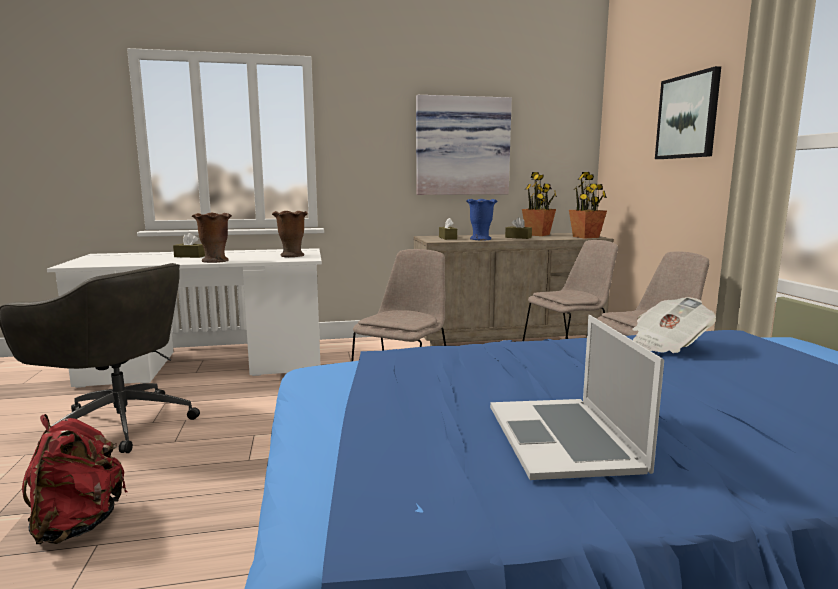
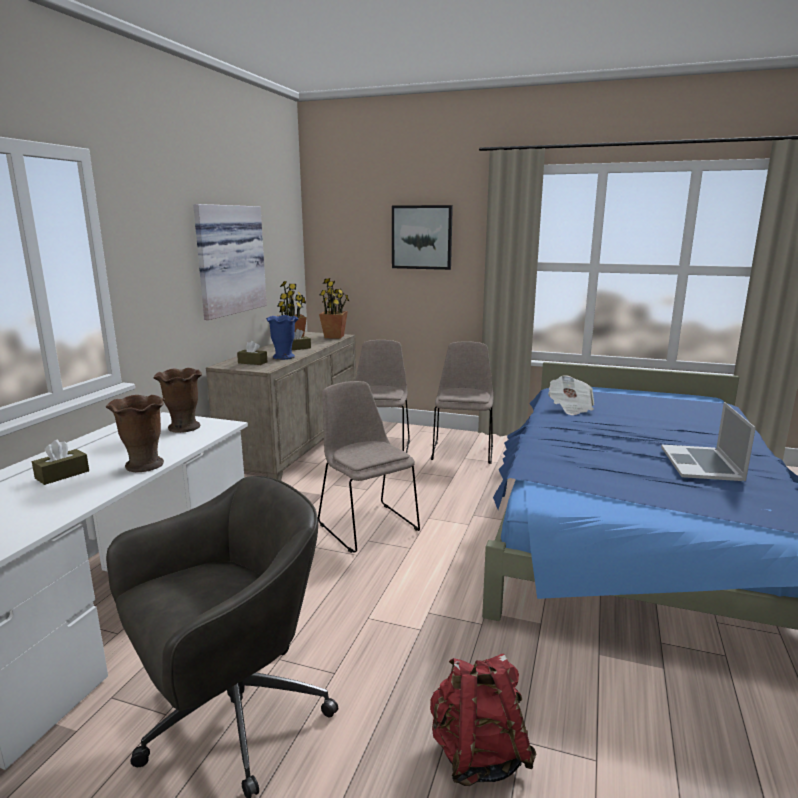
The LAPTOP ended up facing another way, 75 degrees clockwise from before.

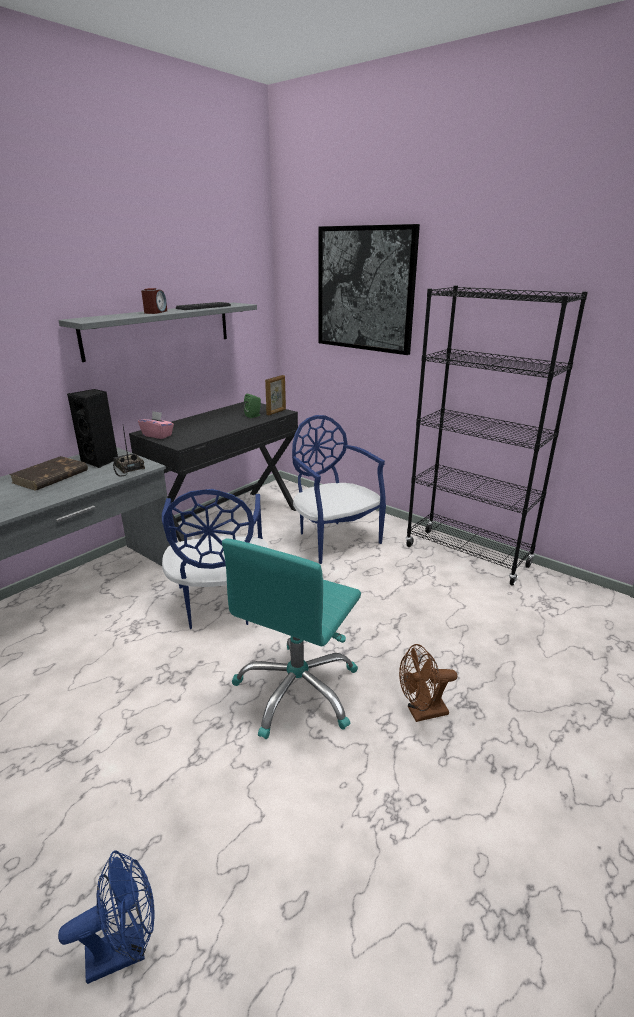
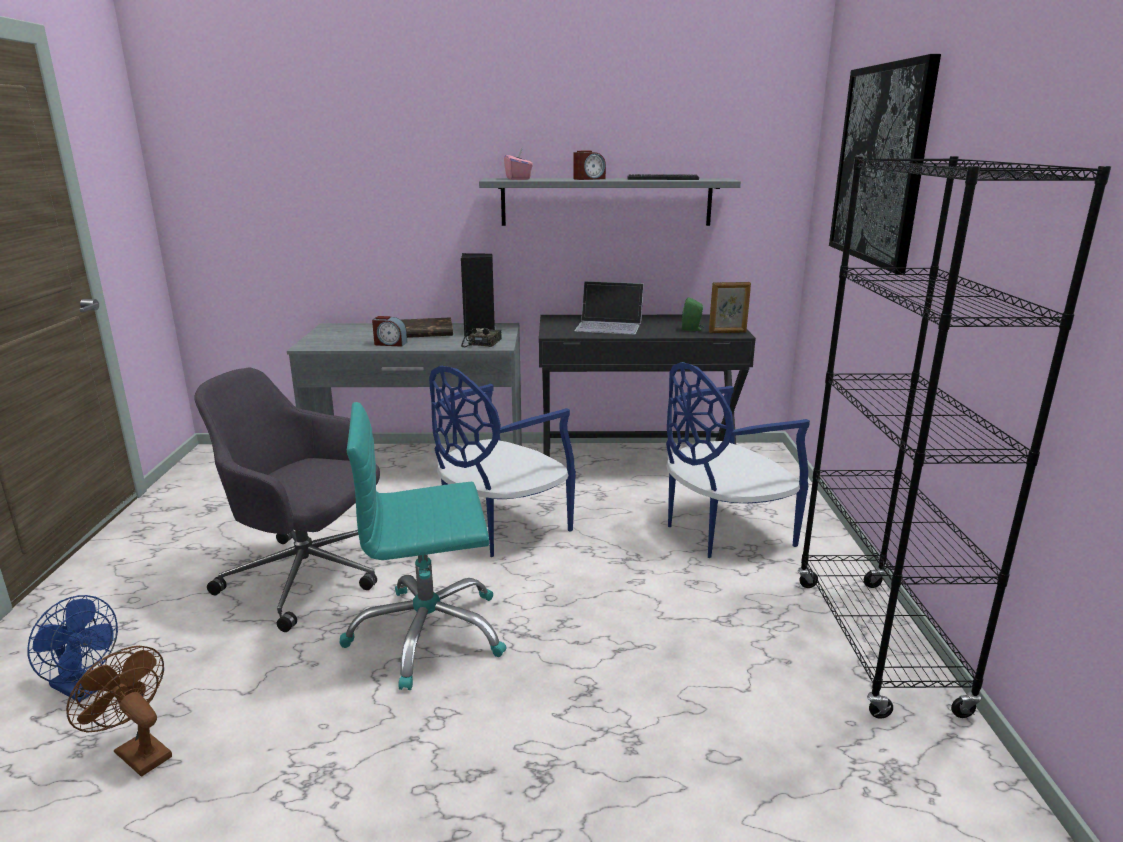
The second view gained the GREY COMPUTER CHAIR. The second view gained the TABLE CLOCK (no. 1 from left). The second view gained the LAPTOP. The PINK-COLOURED TISSUE HOLDER ended up elsewhere. The BROWNISH FAN ended up elsewhere. The BLUE PLAIN CHAIR (no. 2 from left) ended up facing another way, 135 degrees counterclockwise from before.

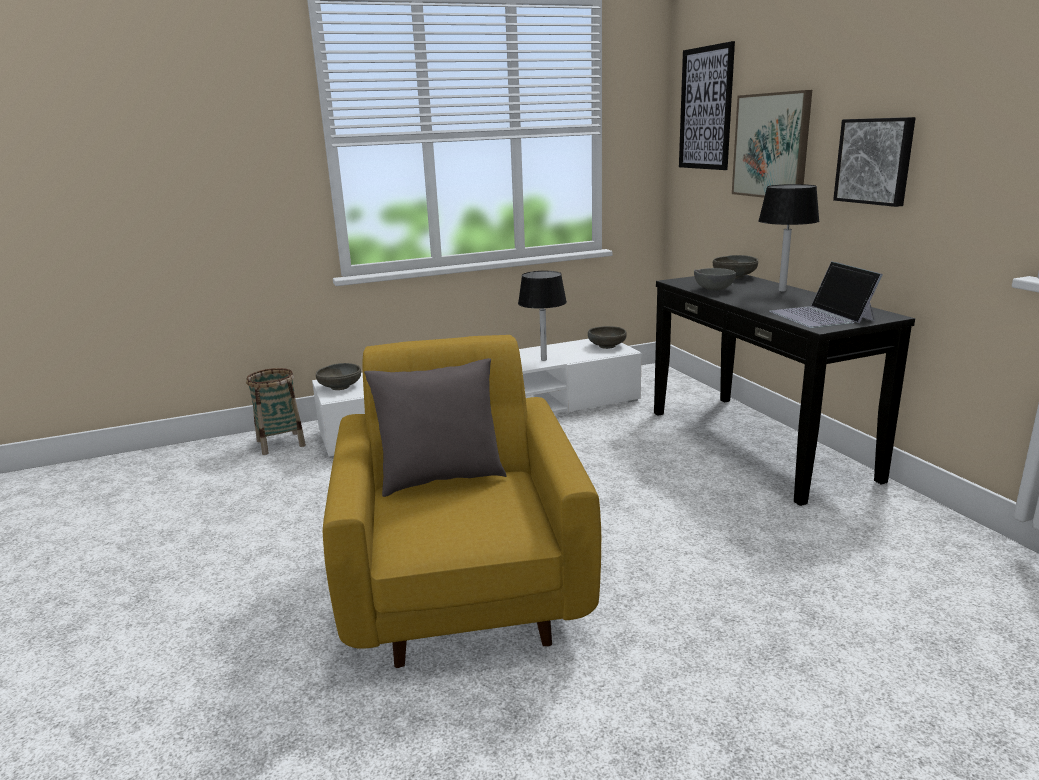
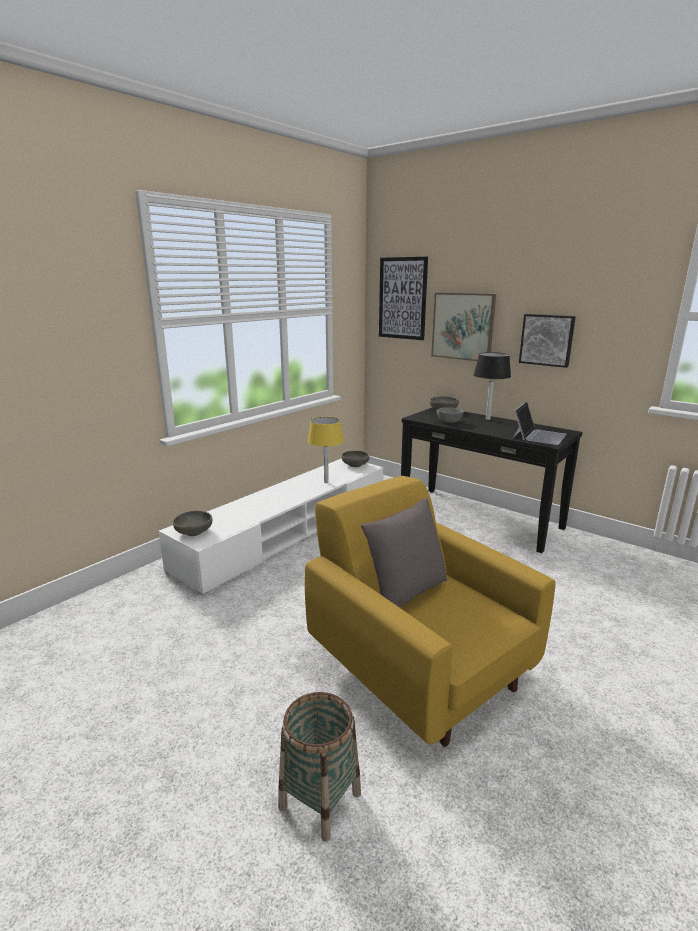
The HOUSEHOLD BASKET ended up elsewhere. What was the BLACK-COLOURED LAMP FOR A TABLE (no. 1 from left) turned into the YELLOW-COLOURED LAMP FOR A TABLE. The LAPTOP ended up facing another way, 105 degrees counterclockwise from before.

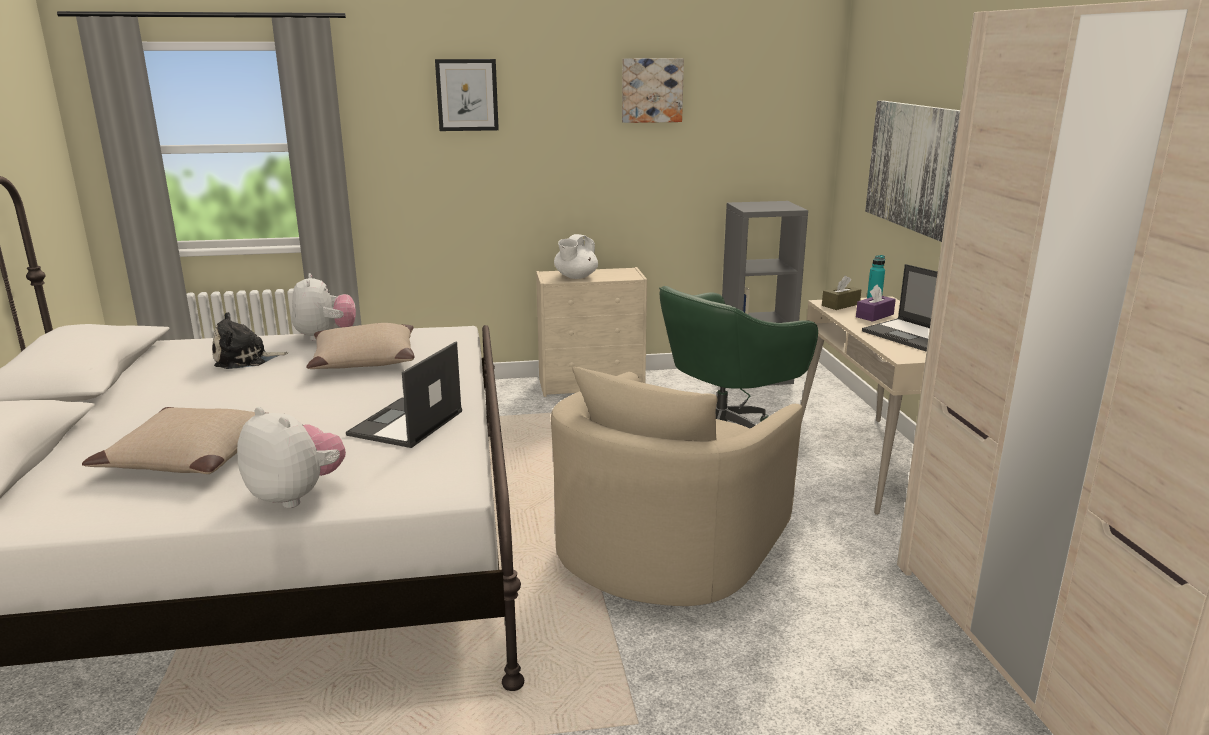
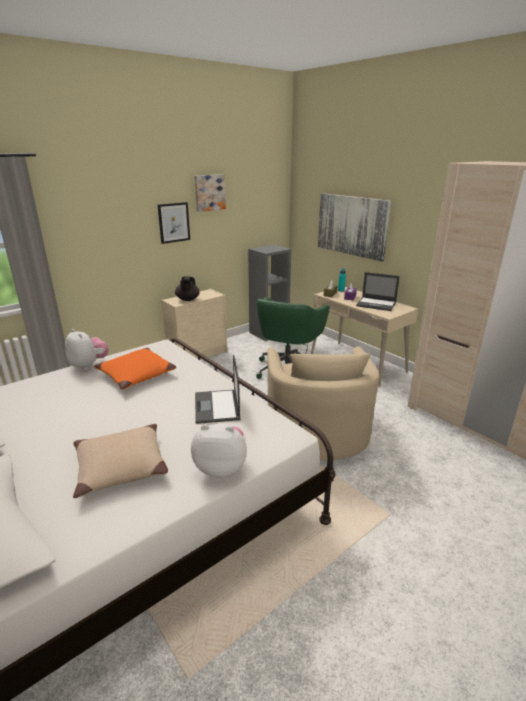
The second view lost the PLUSH TOY (no. 1 from left). The WALL ART (no. 1 from left) ended up elsewhere. What was the SAND-COLOURED THROW PILLOW (no. 2 from left) turned into the ORANGE-COLOURED THROW PILLOW. What was the WHITISH TEA POT turned into the BLACK-COLOURED TEA POT.

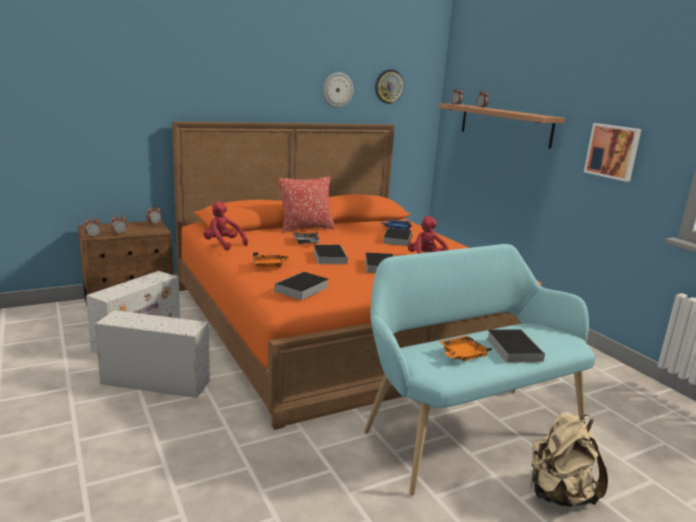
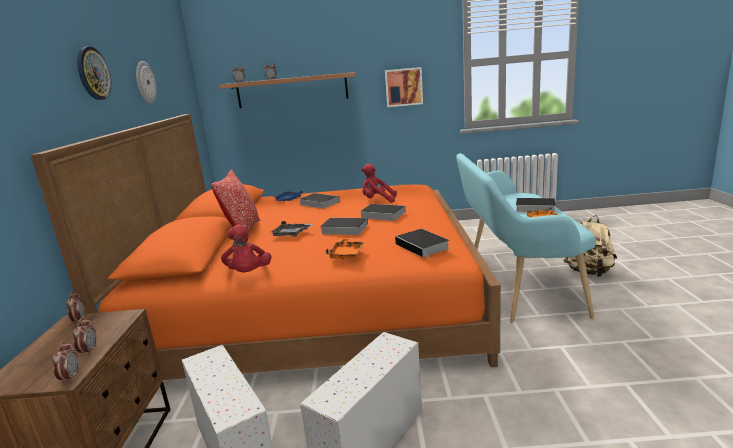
The CLOCK ON THE WALL (no. 2 from left in the first image) ended up elsewhere. The RED-COLOURED PLUSH TOY (no. 1 from left) ended up facing another way, 75 degrees counterclockwise from before.

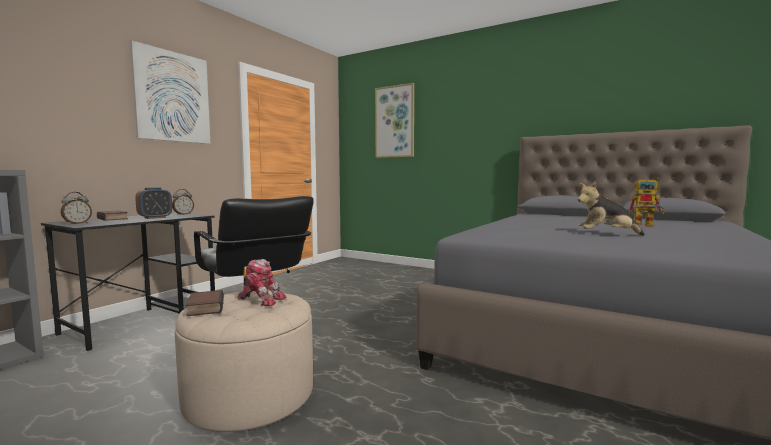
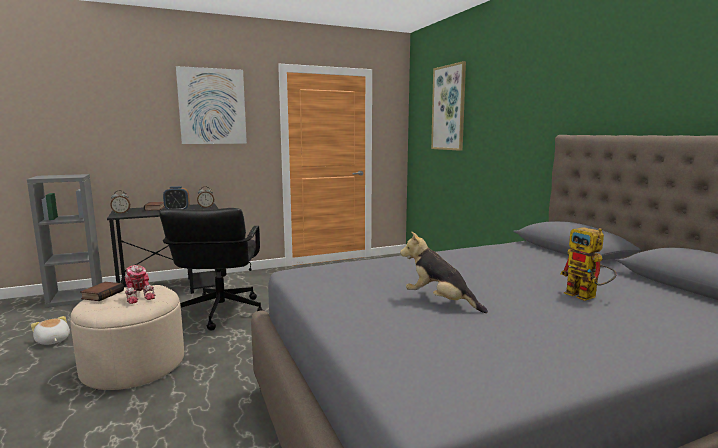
The second view gained the PLUSH TOY (no. 1 from left).

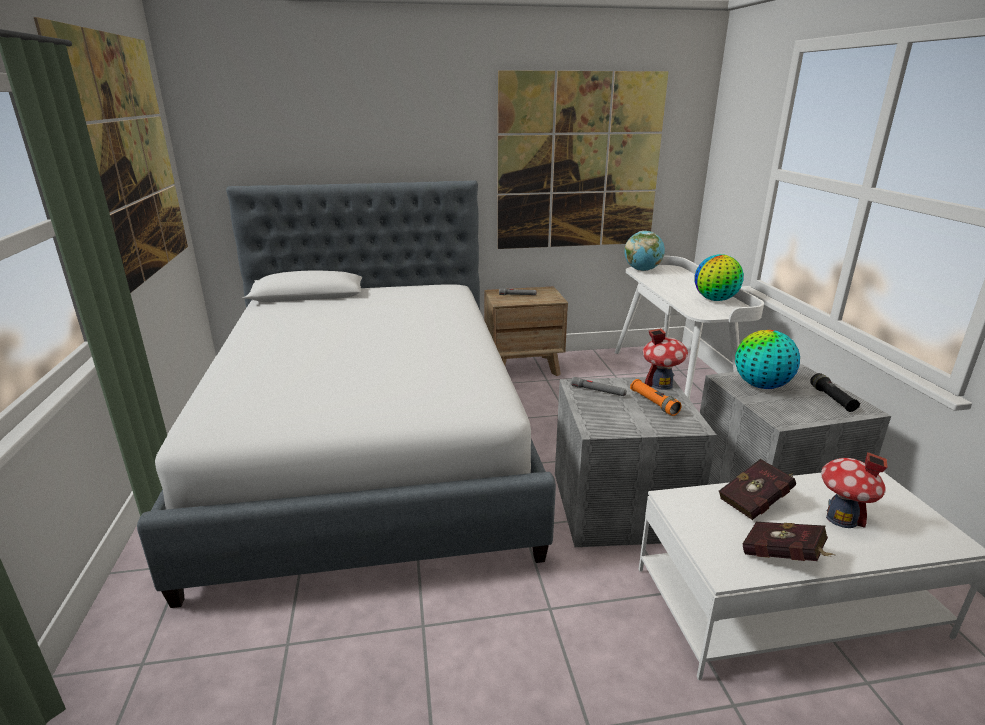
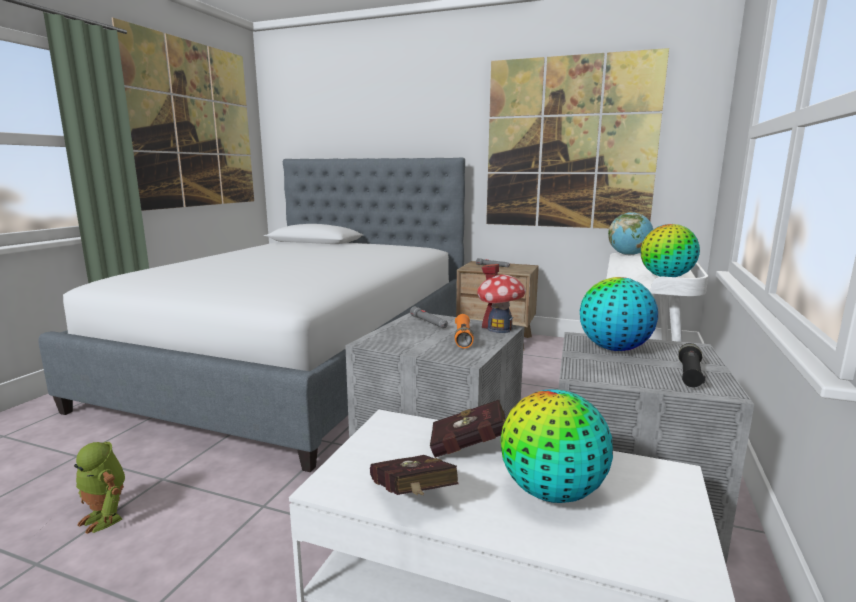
The second view gained the MODEL ROBOT. Where the TOY HOUSE (no. 2 from left) stood, the GLOBE (no. 1 from left) came to stand.

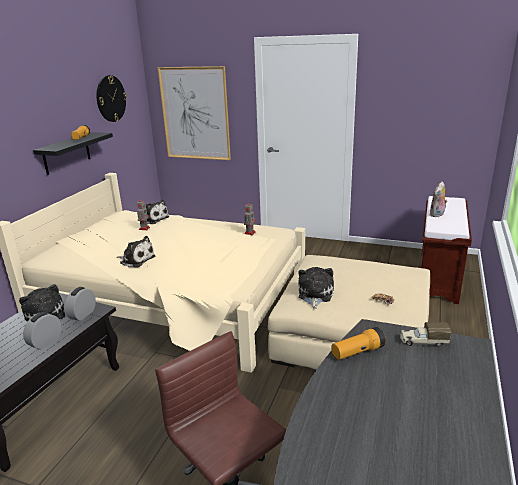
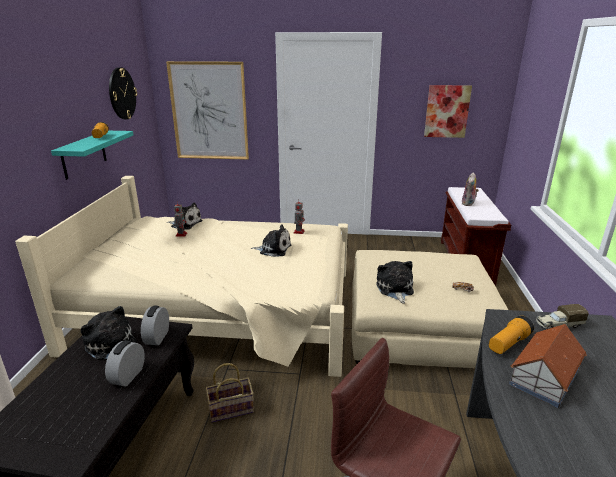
The second view gained the HOUSEHOLD BASKET. The second view gained the WALL ART (no. 2 from left). The second view gained the TOY HOUSE. The PLUSH TOY (no. 2 from left in the first image) ended up elsewhere. What was the BLACK-COLOURED BRACKET SHELF turned into the TURQUOISE-COLOURED BRACKET SHELF.

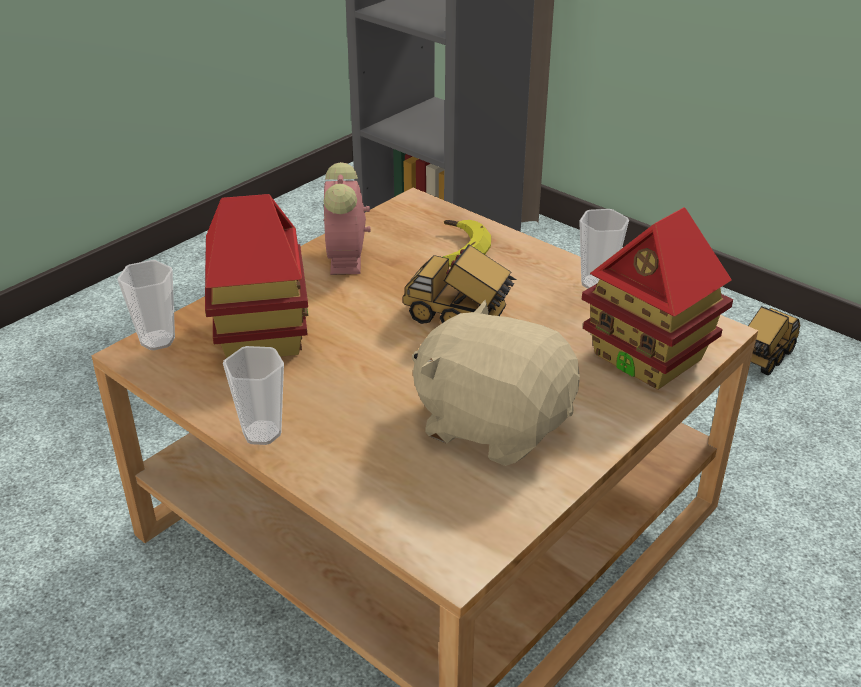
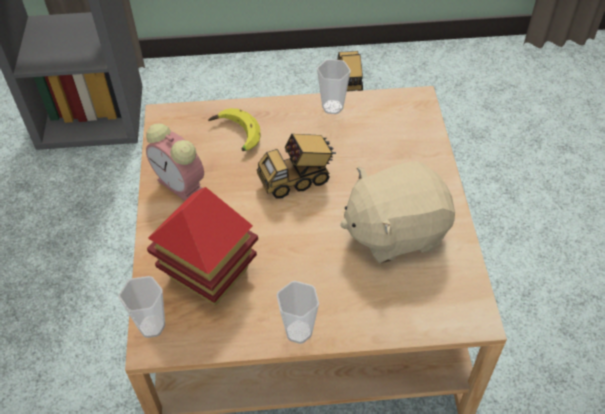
The second view lost the TOY HOUSE (no. 2 from left).

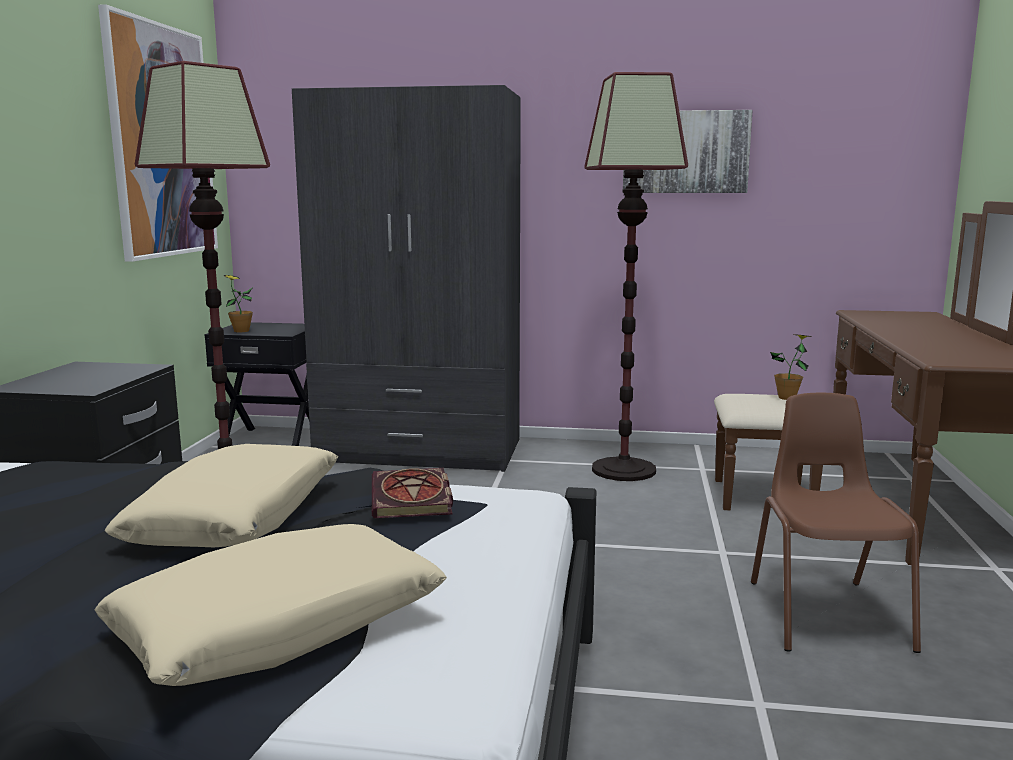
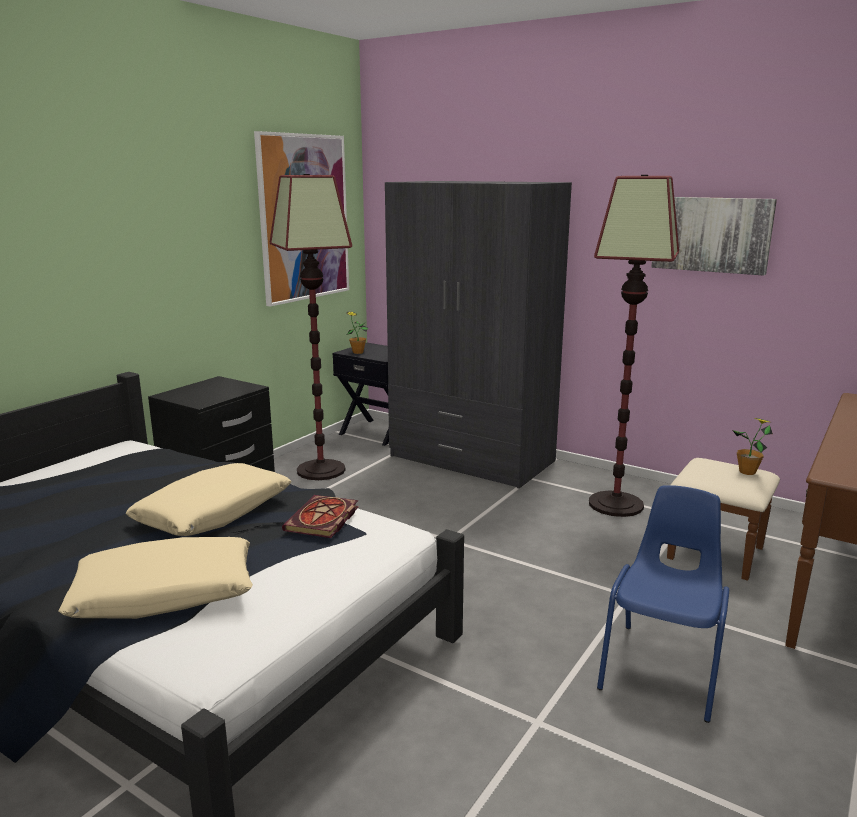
What was the BROWNISH PLAIN CHAIR turned into the BLUE PLAIN CHAIR.

